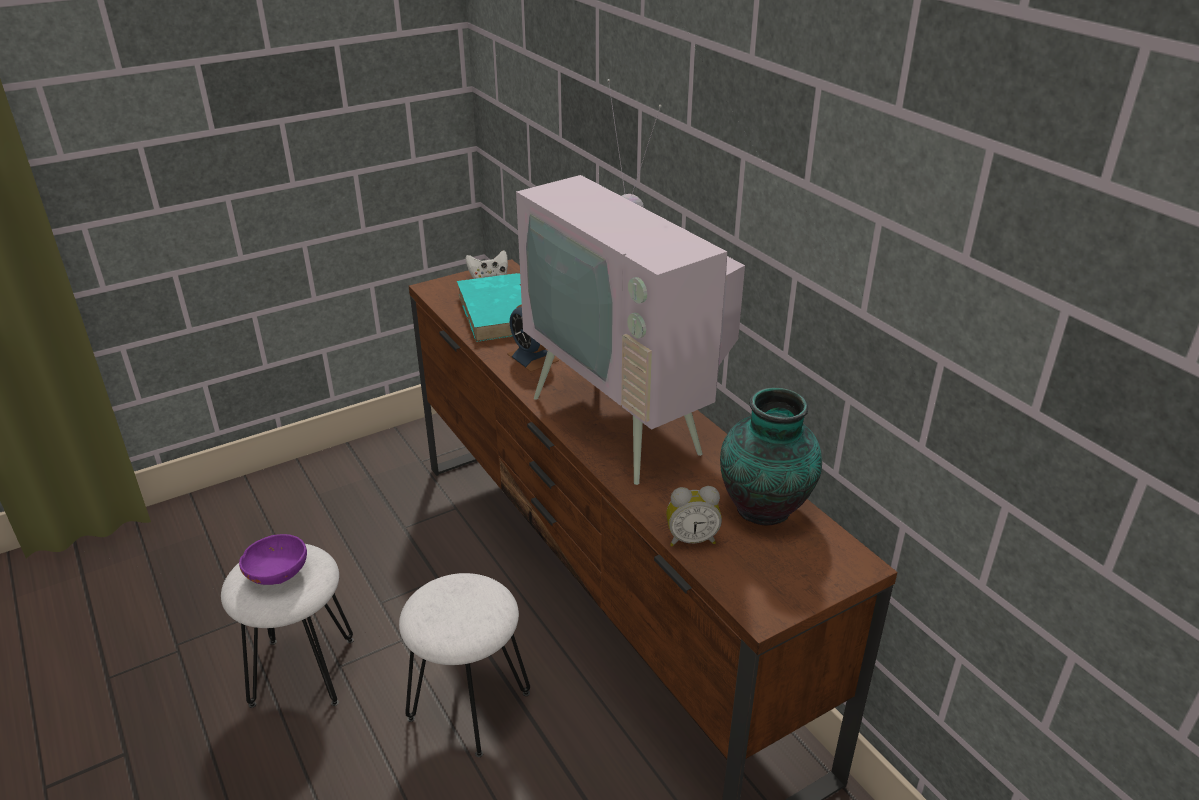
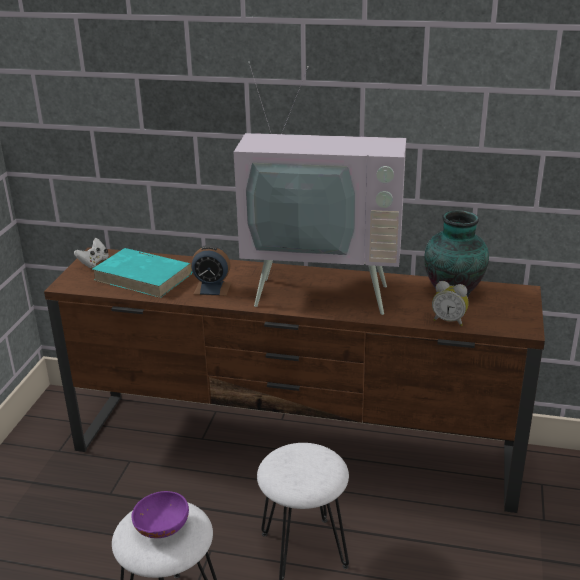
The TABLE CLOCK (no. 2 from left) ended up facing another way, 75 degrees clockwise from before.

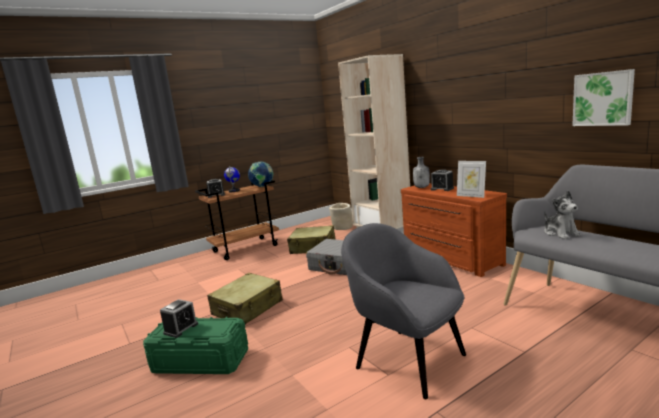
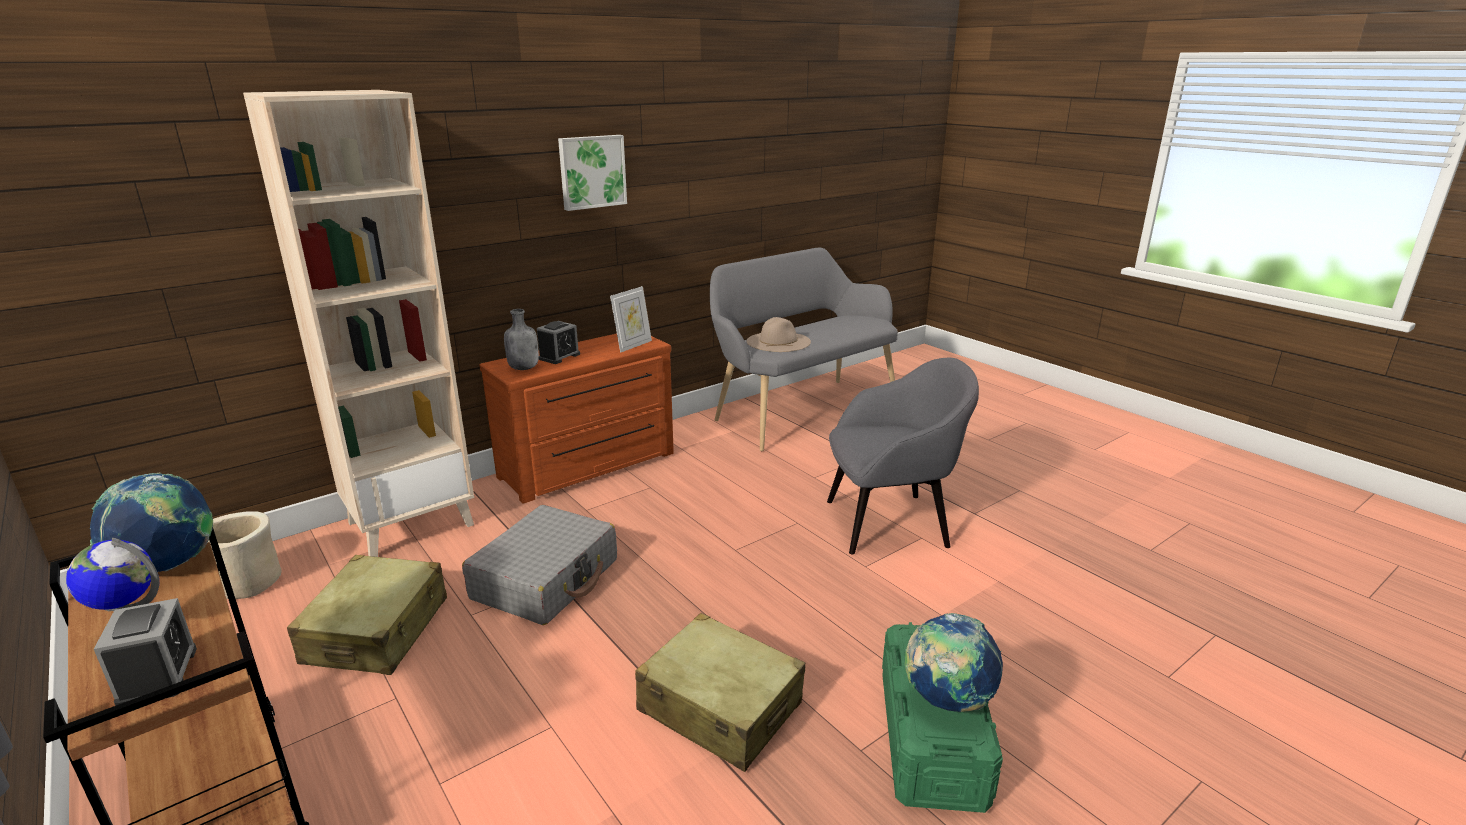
The WALL ART ended up elsewhere. Where the TABLE CLOCK (no. 1 from left) stood, the GLOBE (no. 3 from left) came to stand. Where the PLUSH TOY stood, the SAND-COLOURED WEARABLE HAT came to stand. The GREY EASY CHAIR ended up facing another way, 135 degrees counterclockwise from before.

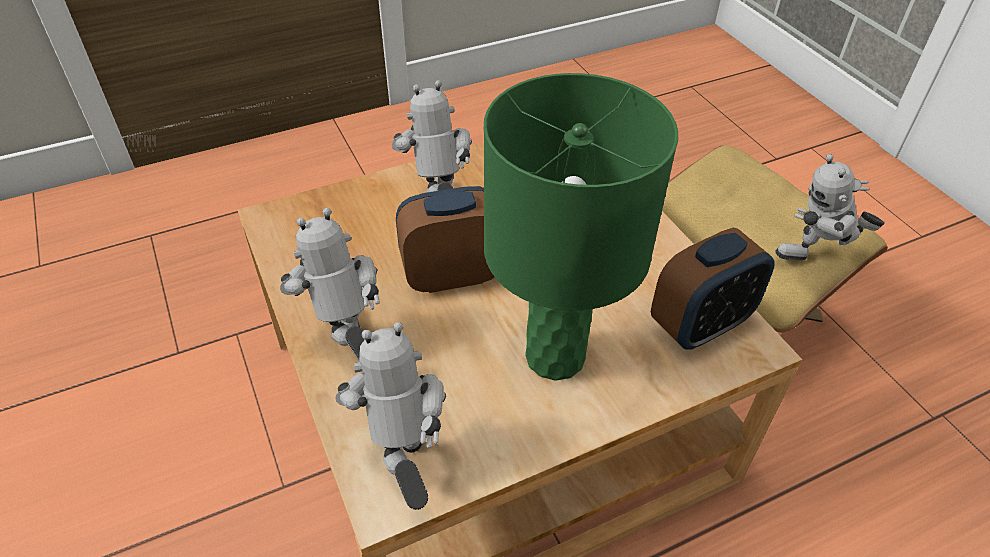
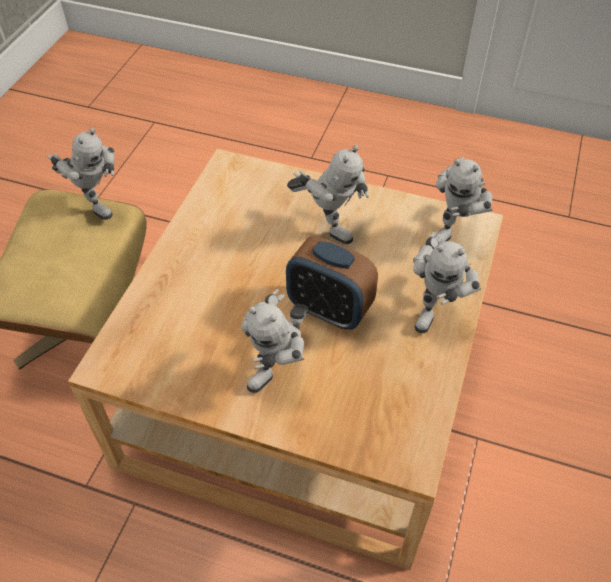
The second view lost the TABLE CLOCK (no. 2 from left). Where the GREENISH LAMP FOR A TABLE stood, the MODEL ROBOT (no. 3 from left) came to stand.

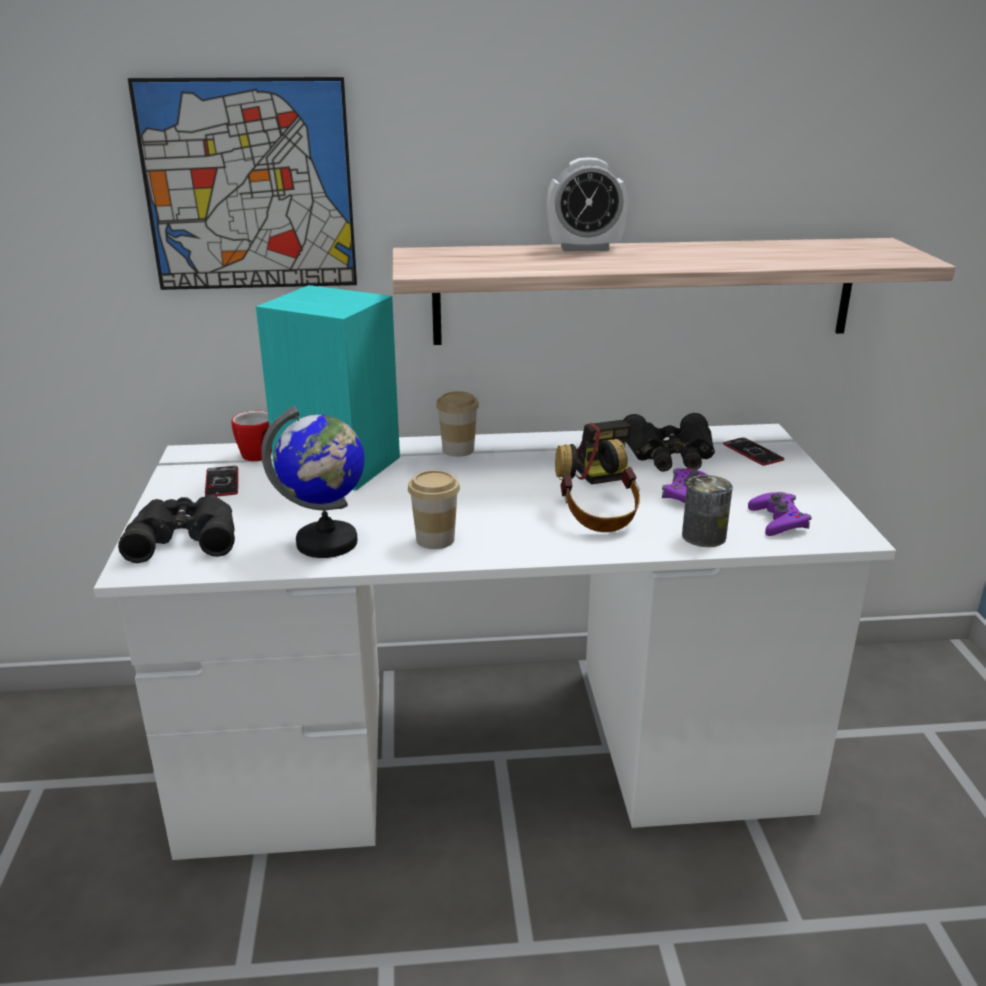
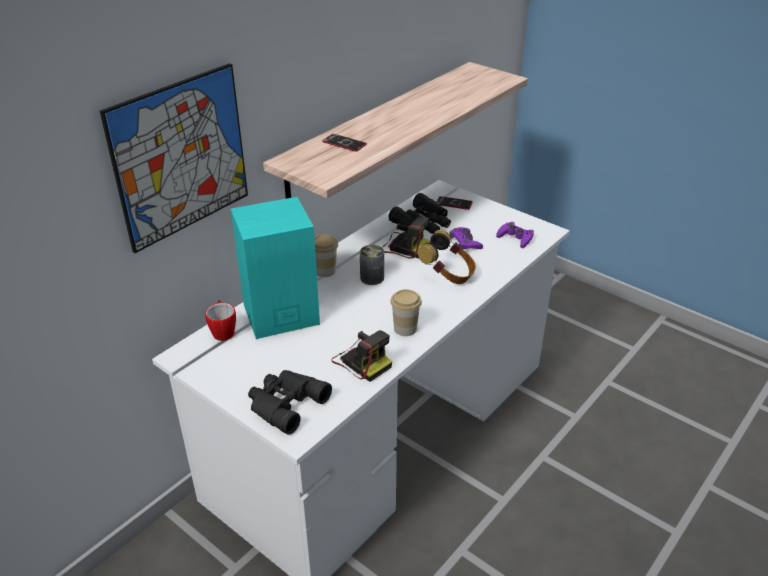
The second view lost the TABLE CLOCK. The TELEPHONE (no. 1 from left) ended up elsewhere. The METAL CAN ended up elsewhere. Where the GLOBE stood, the PHOTO CAMERA (no. 1 from left) came to stand.

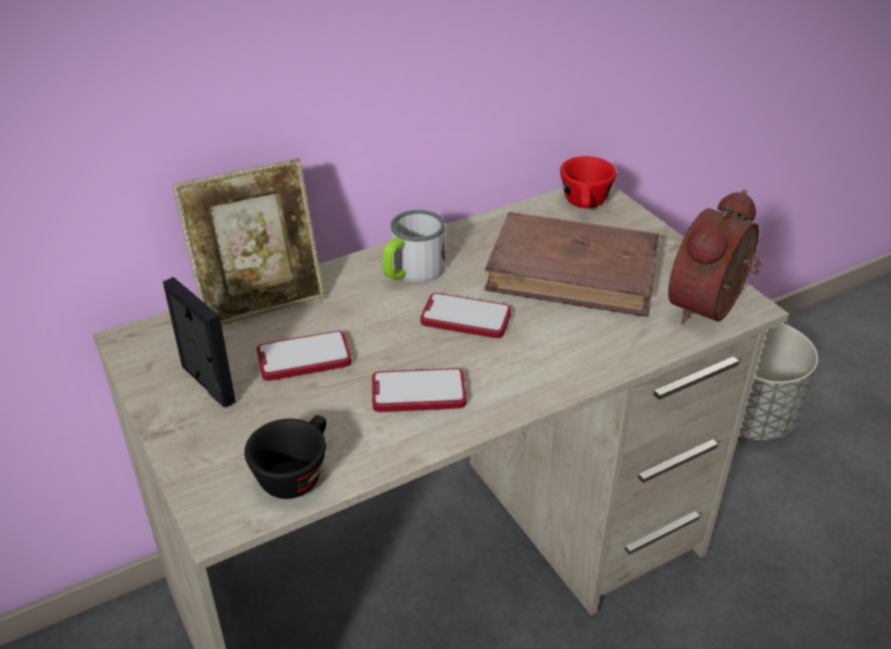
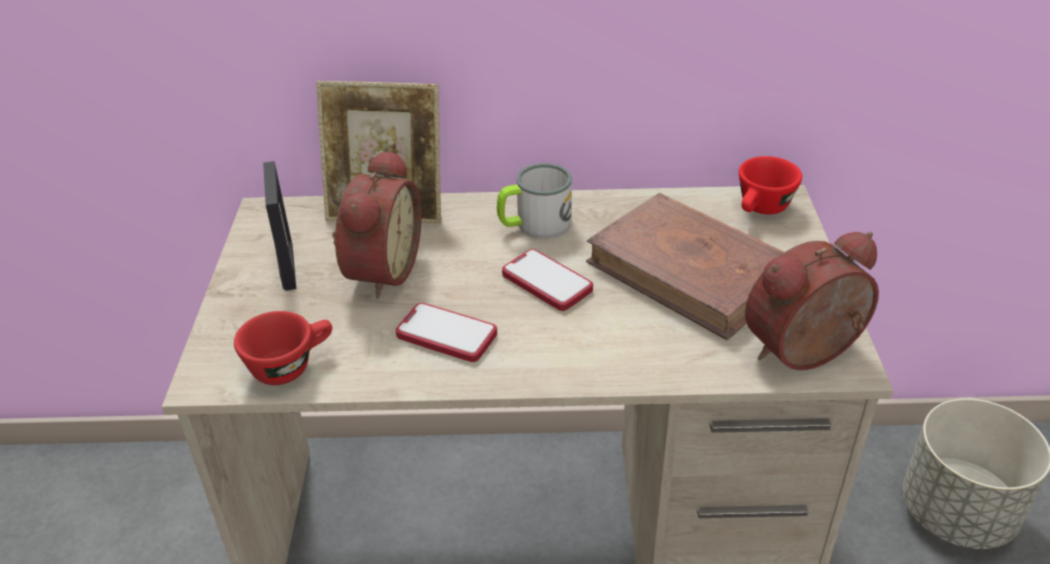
Where the TELEPHONE (no. 1 from left) stood, the TABLE CLOCK (no. 1 from left) came to stand. What was the BLACK-COLOURED SMALL CUP turned into the RED-COLOURED SMALL CUP (no. 1 from left).

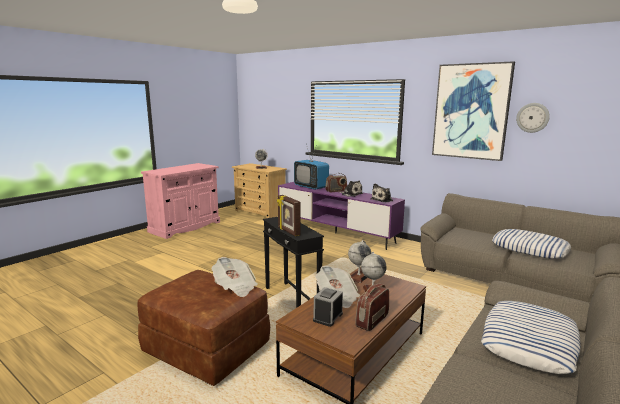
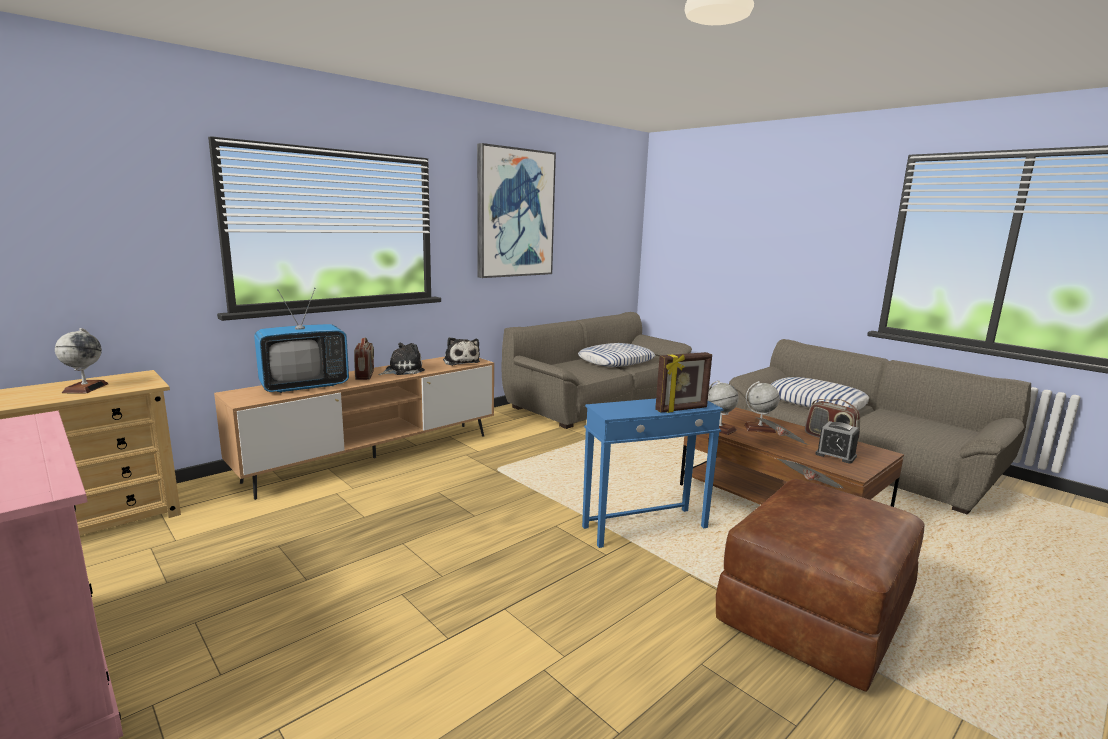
The second view lost the CLOCK ON THE WALL. What was the BLACK-COLOURED ACCENT TABLE turned into the BLUE ACCENT TABLE. What was the PURPLE TV STAND turned into the BROWNISH TV STAND.

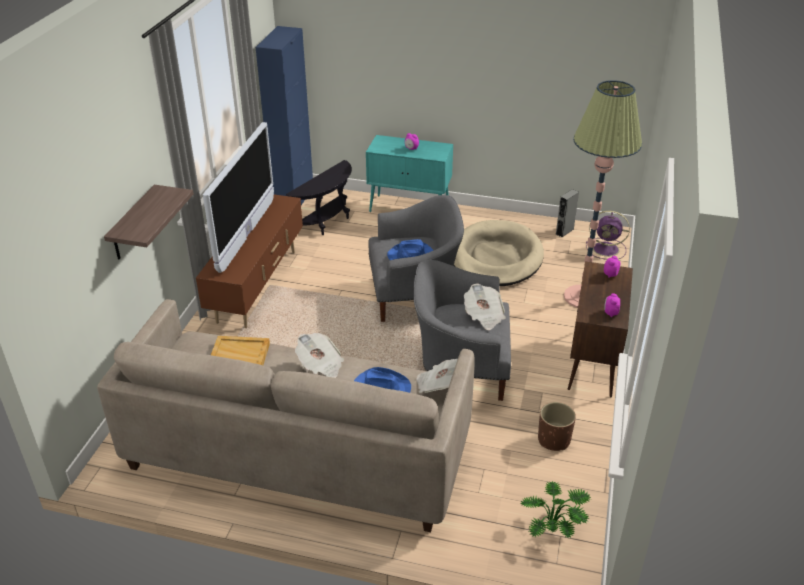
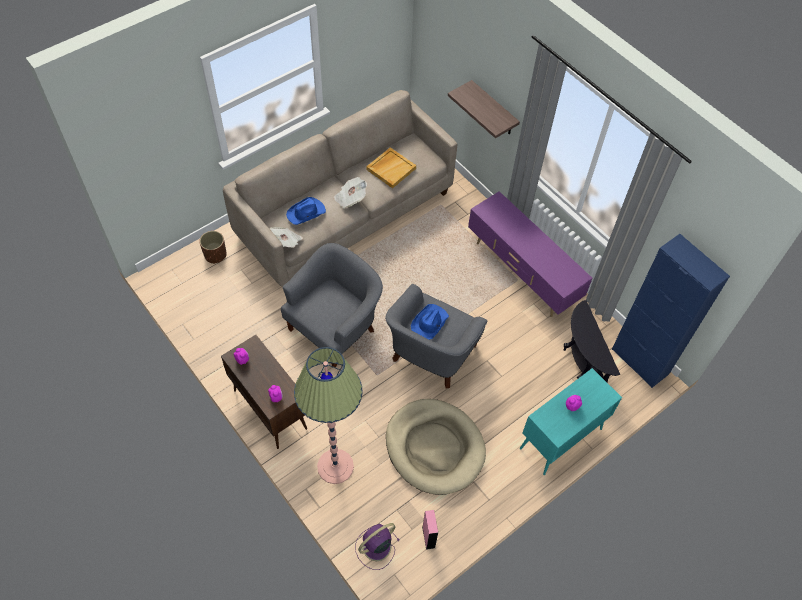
The second view lost the TELEVISION. The second view lost the DAILY PAPER (no. 3 from left). The second view lost the PLANT IN A POT. The BROWNISH FLOWER POT ended up elsewhere. What was the BROWNISH TV STAND turned into the PURPLE TV STAND. What was the GREY AUDIO SPEAKER turned into the PINK-COLOURED AUDIO SPEAKER.

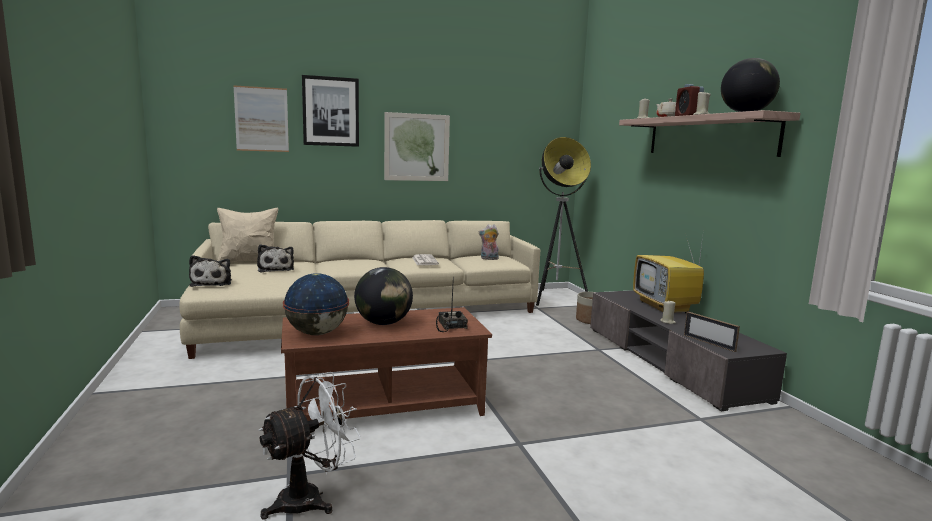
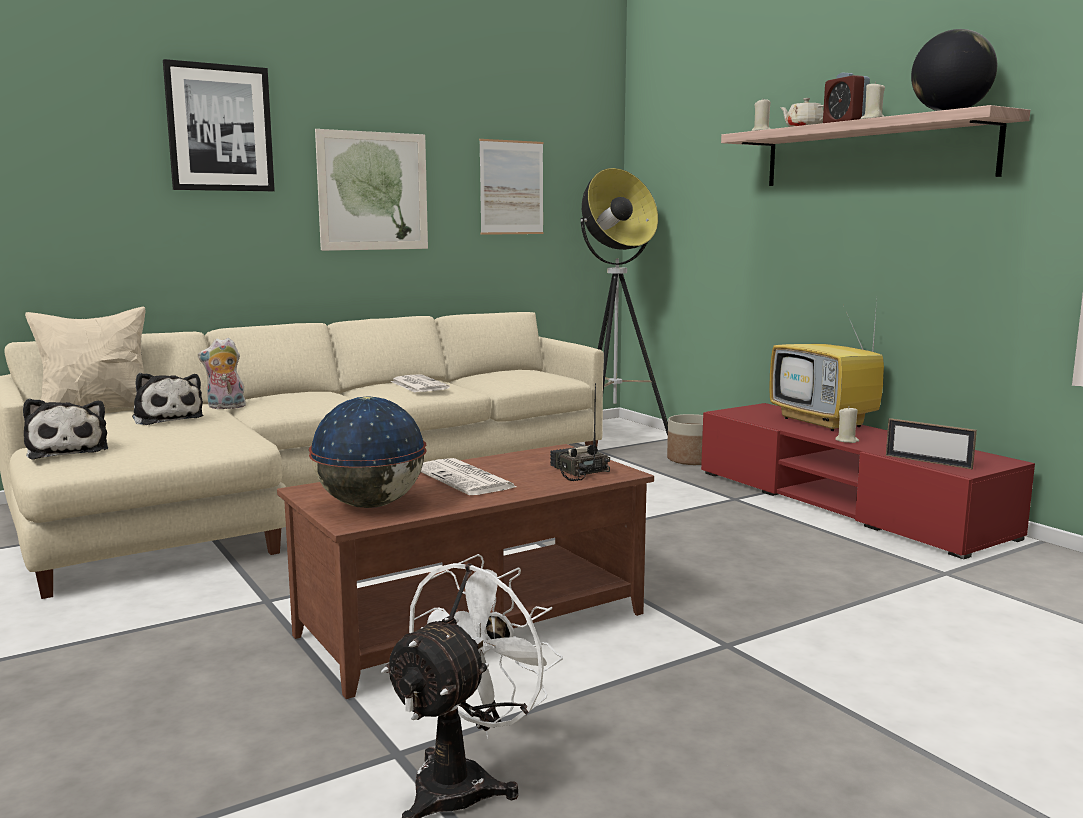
The WALL ART (no. 1 from left in the first image) ended up elsewhere. The PLUSH TOY (no. 3 from left) ended up elsewhere. Where the GLOBE (no. 2 from left) stood, the DAILY PAPER (no. 2 from left) came to stand. What was the GREY TV STAND turned into the RED-COLOURED TV STAND.

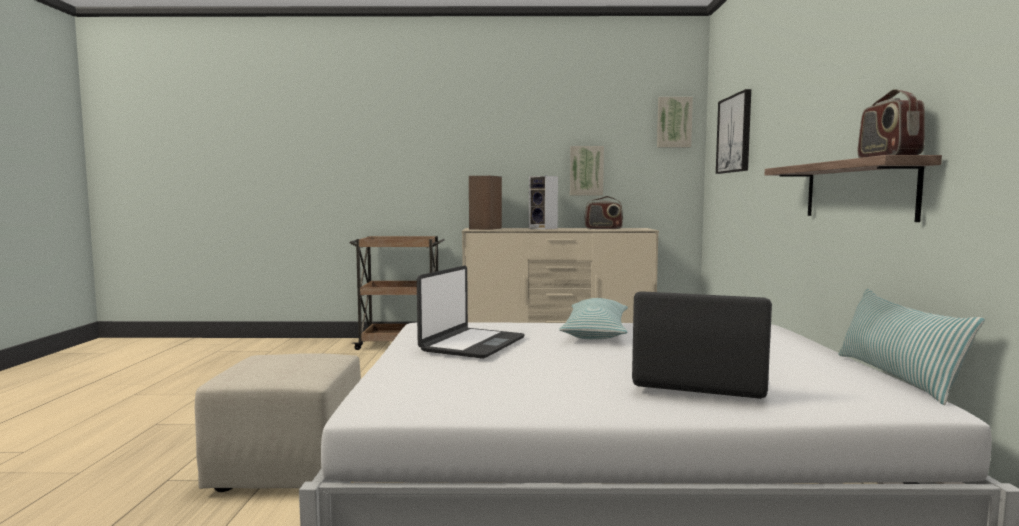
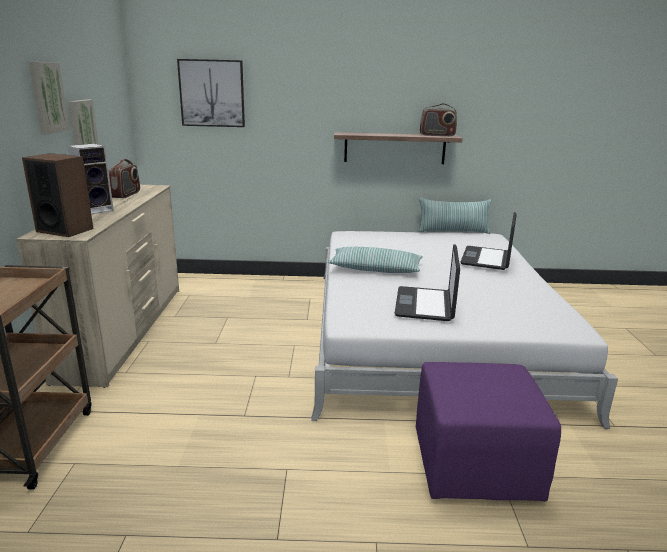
The WALL ART (no. 2 from left in the first image) ended up elsewhere. What was the SAND-COLOURED FOOTREST turned into the PURPLE FOOTREST. The LAPTOP (no. 1 from left) ended up facing another way, 105 degrees counterclockwise from before.

